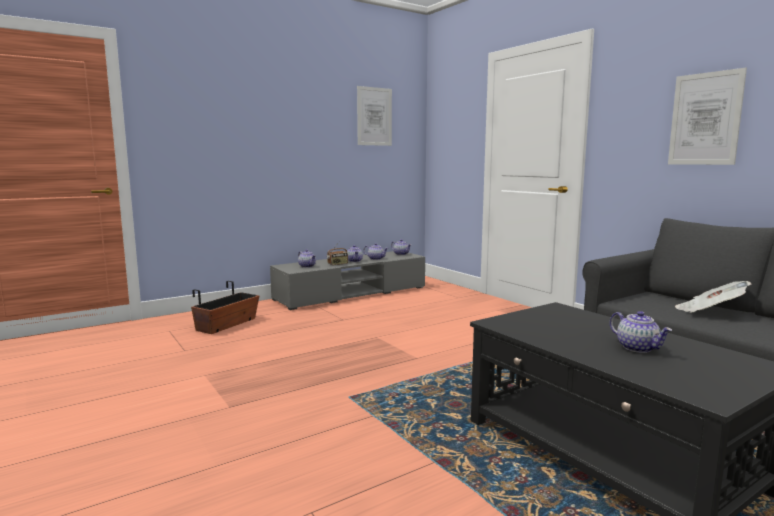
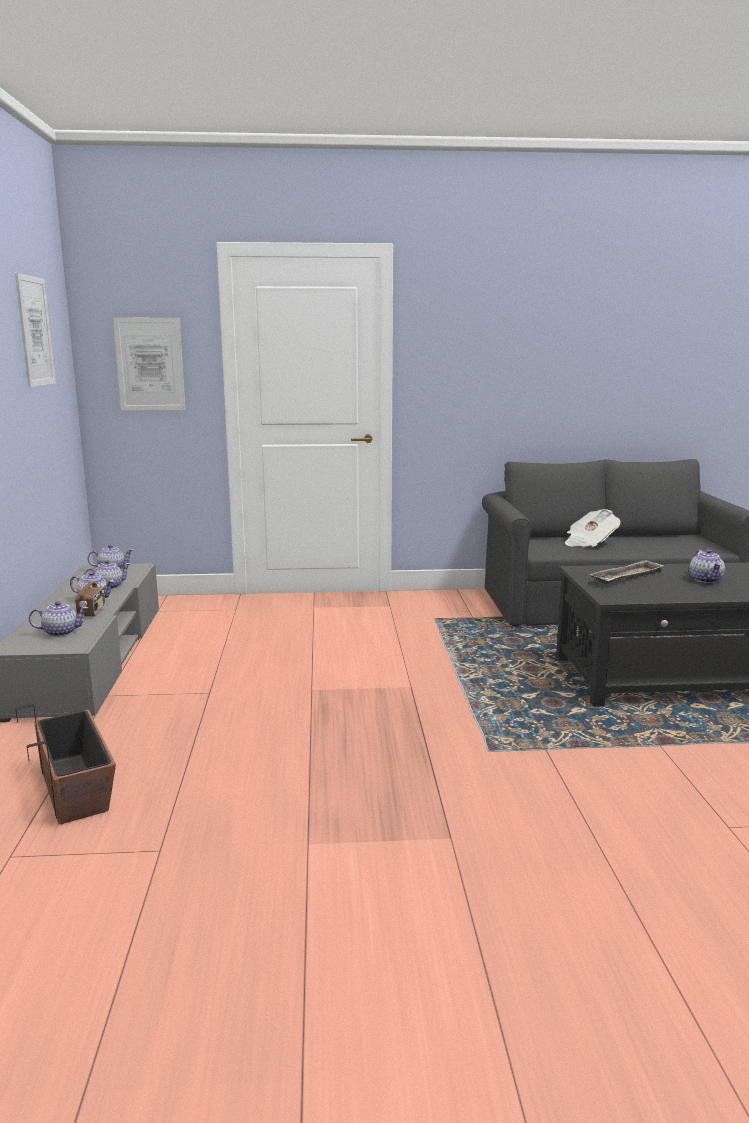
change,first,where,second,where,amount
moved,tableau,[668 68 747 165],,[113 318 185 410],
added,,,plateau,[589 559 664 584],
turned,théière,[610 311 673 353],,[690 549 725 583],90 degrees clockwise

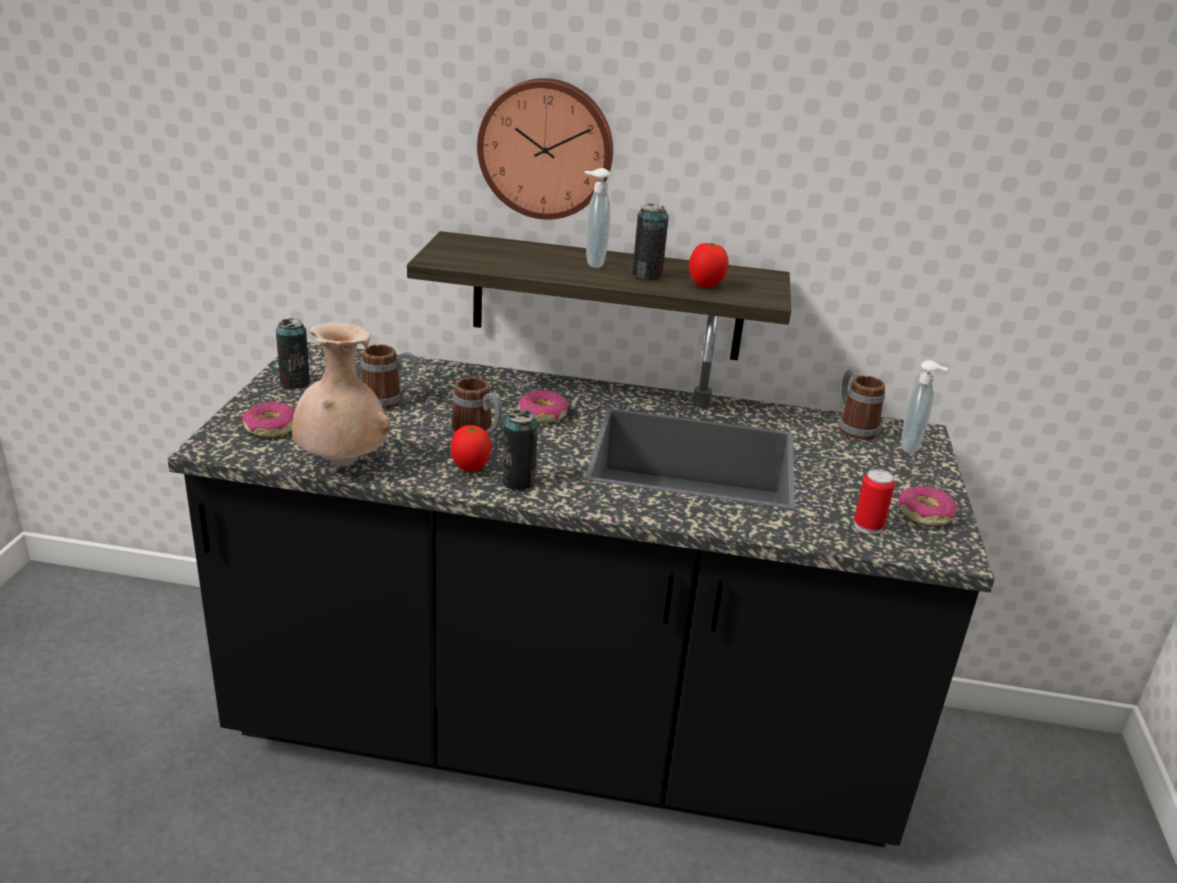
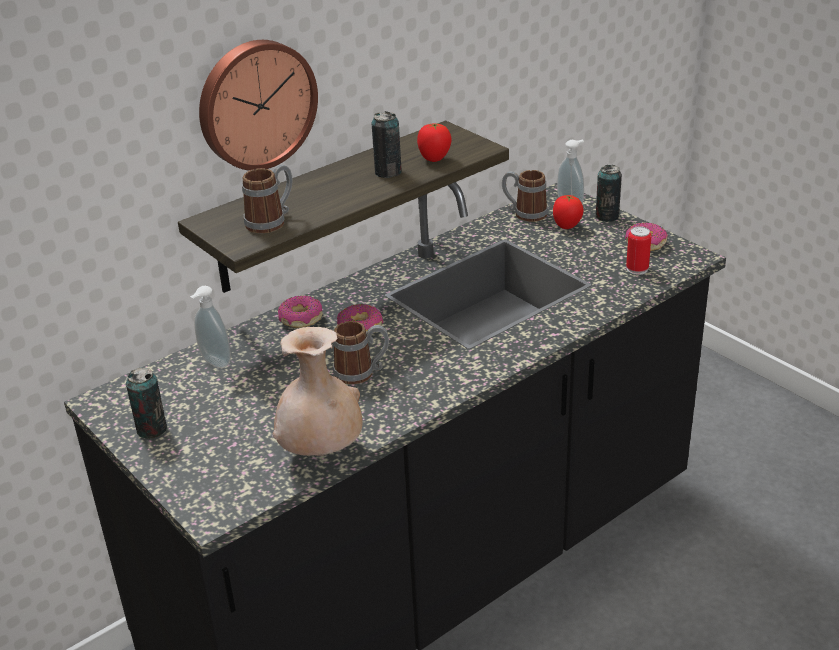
change,first,where,second,where,amount
moved,distributeur de savon,[585 168 611 268],,[190 286 231 368],
moved,mug,[361 344 419 410],,[242 164 293 233],
moved,beignet,[242 402 295 437],,[278 296 323 328],
moved,tomate,[451 425 491 472],,[553 195 584 229],
moved,boîte métallique,[503 410 538 491],,[596 165 622 222],

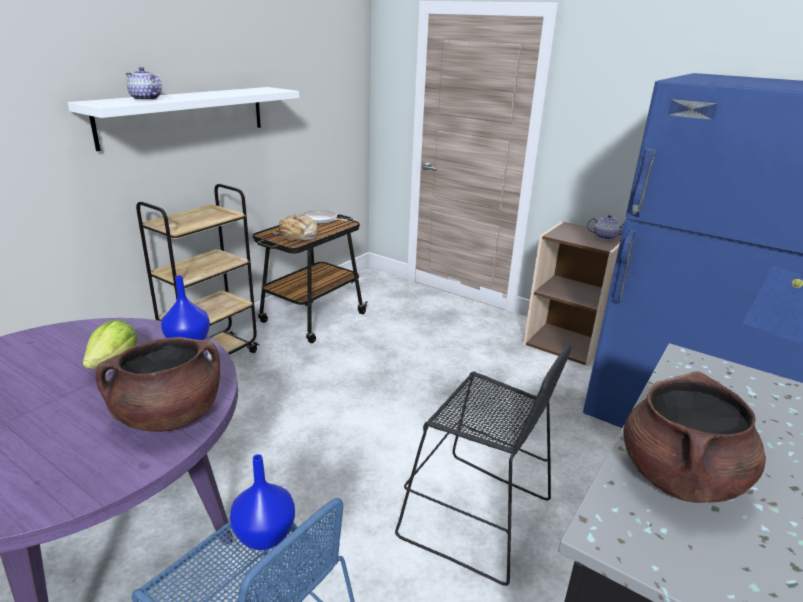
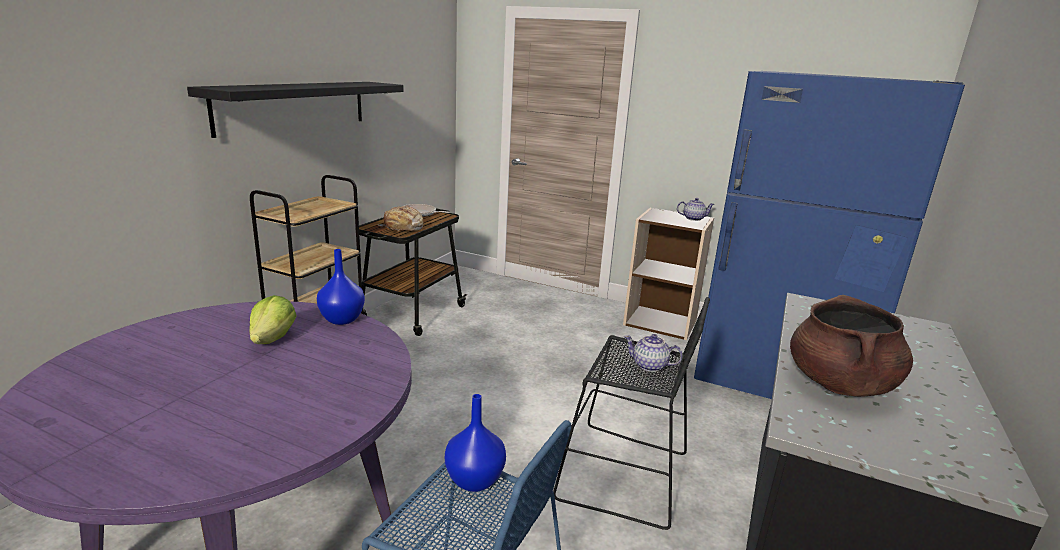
change,first,where,second,where,amount
recoloured,étagère [blanc],[68 87 299 151],étagère [noir],[187 82 404 138],
moved,théière,[125 67 162 100],,[624 334 683 372],
removed,marmite [marron],[95 337 220 432],,,

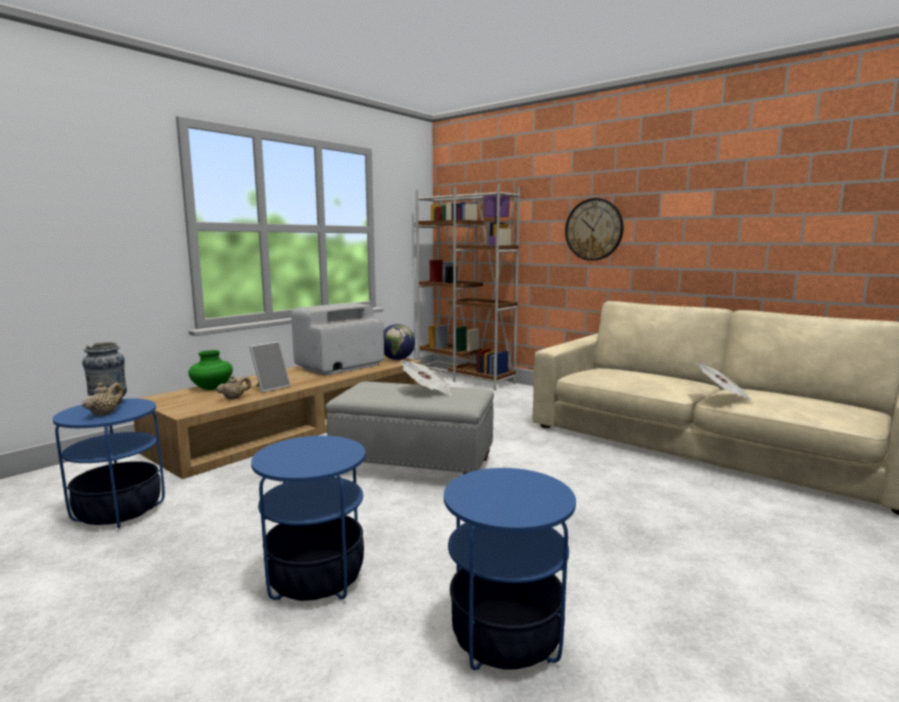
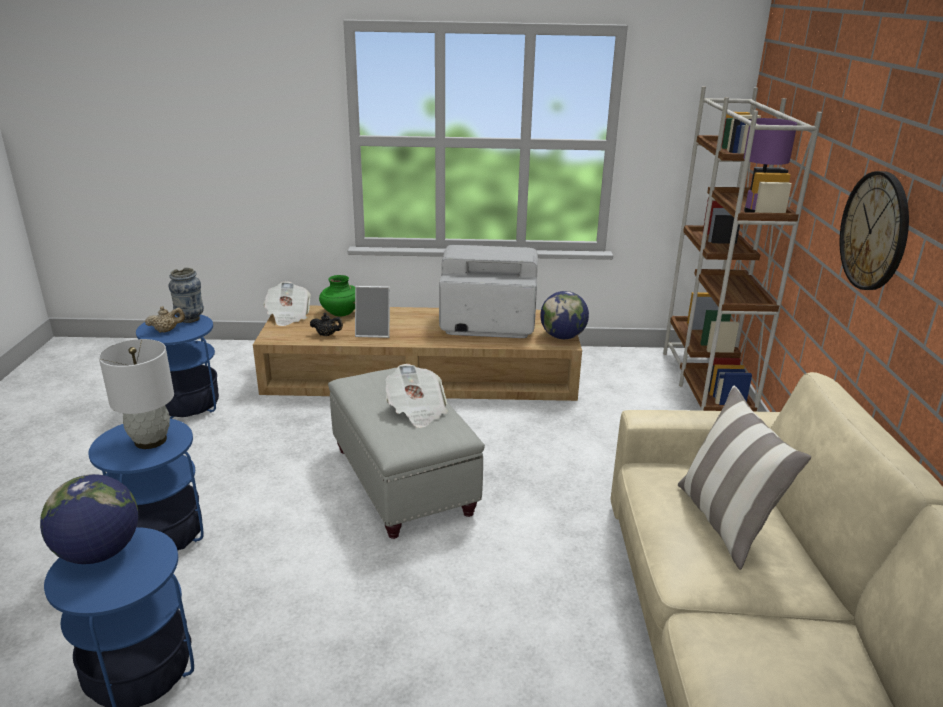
change,first,where,second,where,amount
added,,,globe,[40 474 138 564],
added,,,lampe de table [blanc],[99 339 174 449],
moved,journal,[695 362 753 401],,[263 282 311 326],
recoloured,théière [beige],[216 375 251 400],théière [noir],[310 313 343 336],
added,,,coussin,[678 386 811 570],

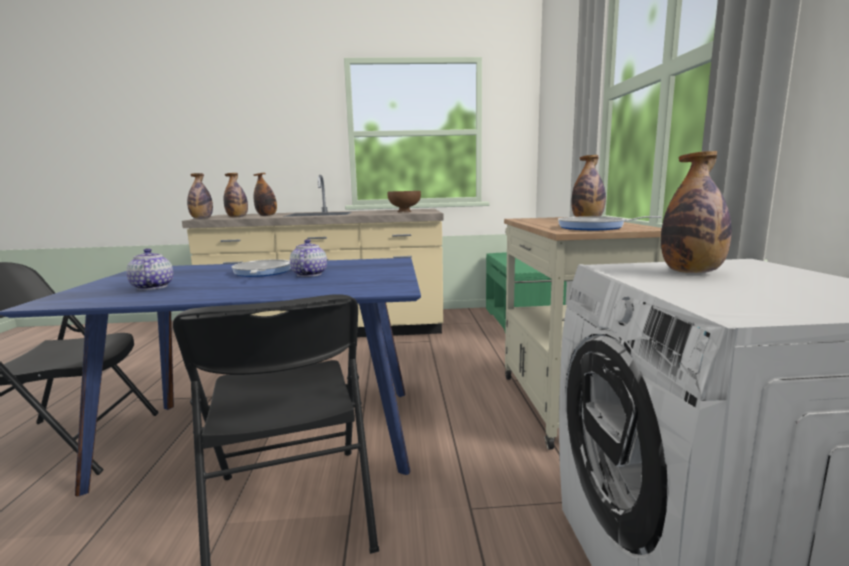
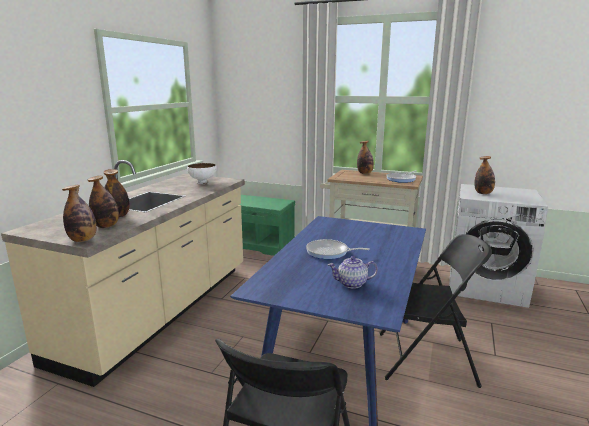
change,first,where,second,where,amount
recoloured,bol [marron],[387 191 421 212],bol [blanc],[187 163 217 184],
removed,théière,[290 239 327 277],,,

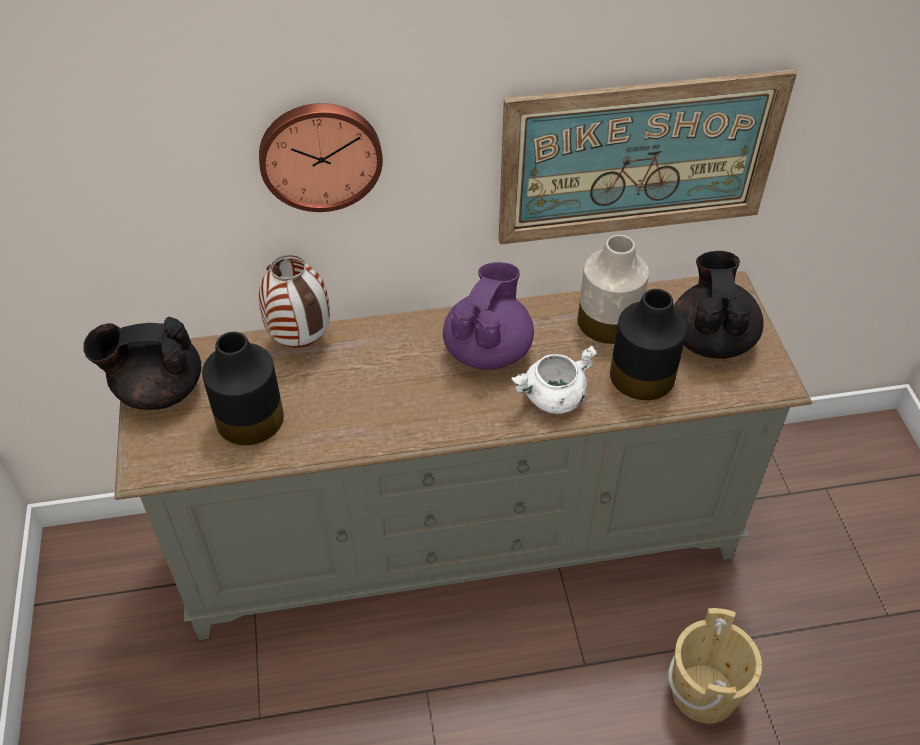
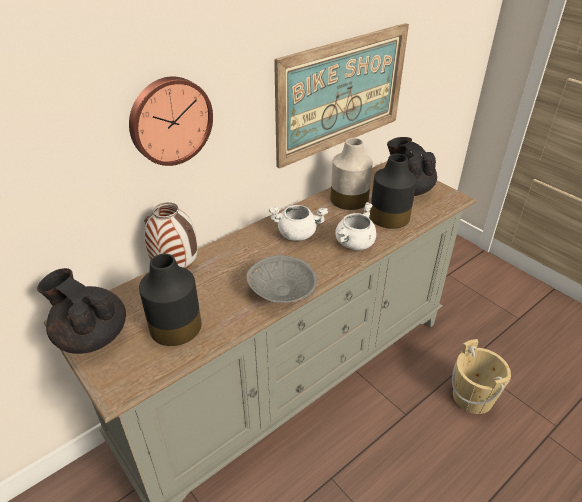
change,first,where,second,where,amount
turned,théière [noir],[83 317 201 410],,[37 268 126 354],75 degrees clockwise
added,,,bol [gris],[246 255 317 303],
replaced,théière [violet],[443 262 534 370],marmite [blanc],[269 205 328 241],

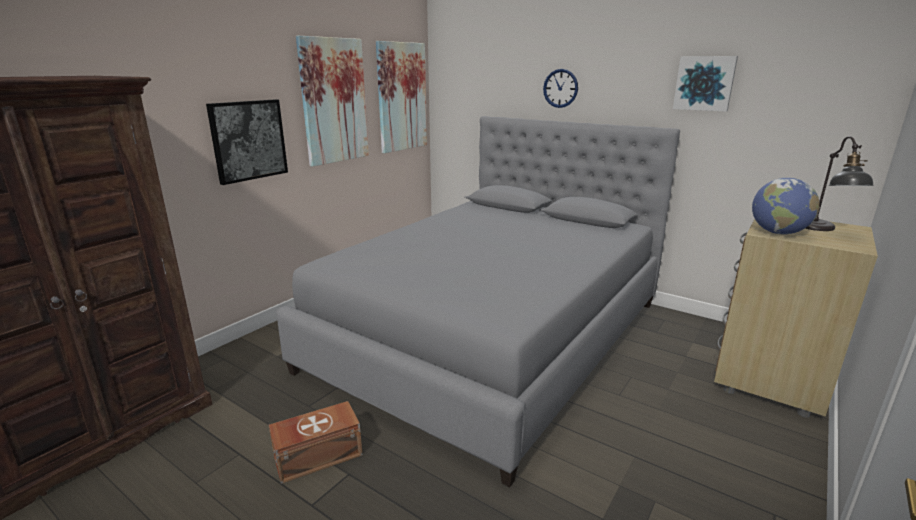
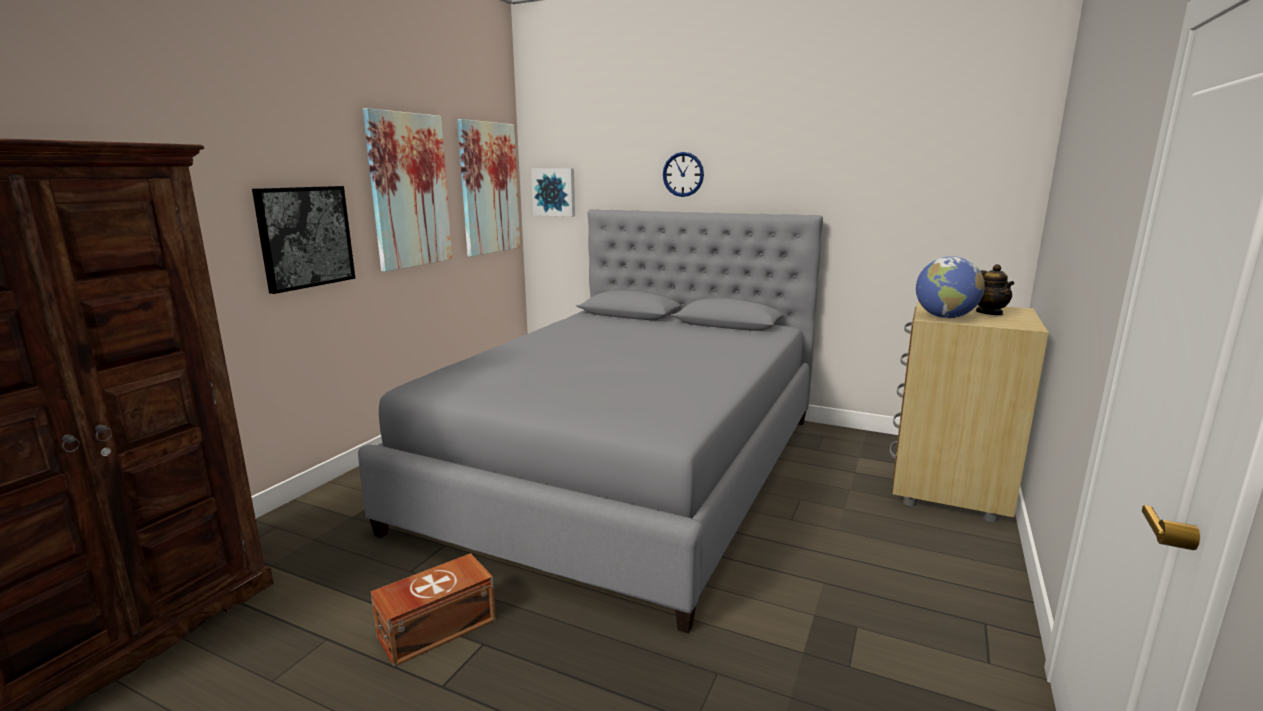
change,first,where,second,where,amount
moved,tableau,[673 56 738 112],,[531 168 575 217],
replaced,lampe de table [gris],[805 136 874 231],théière,[976 264 1014 316],

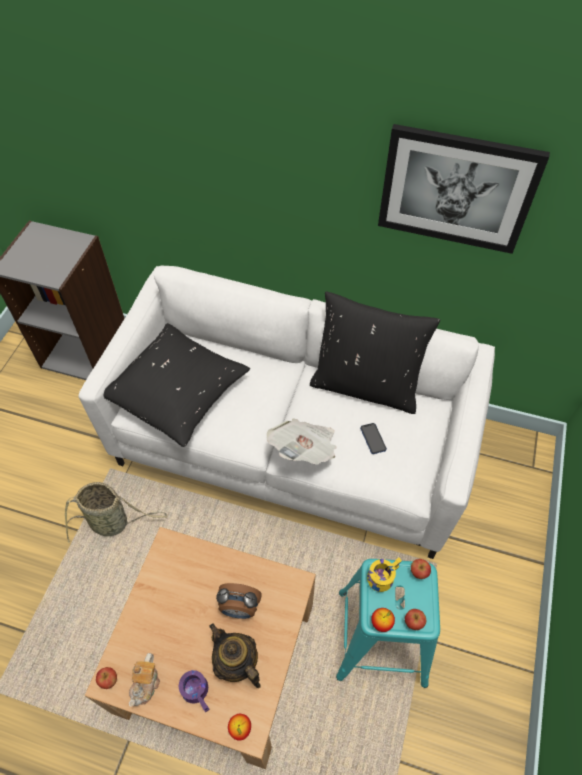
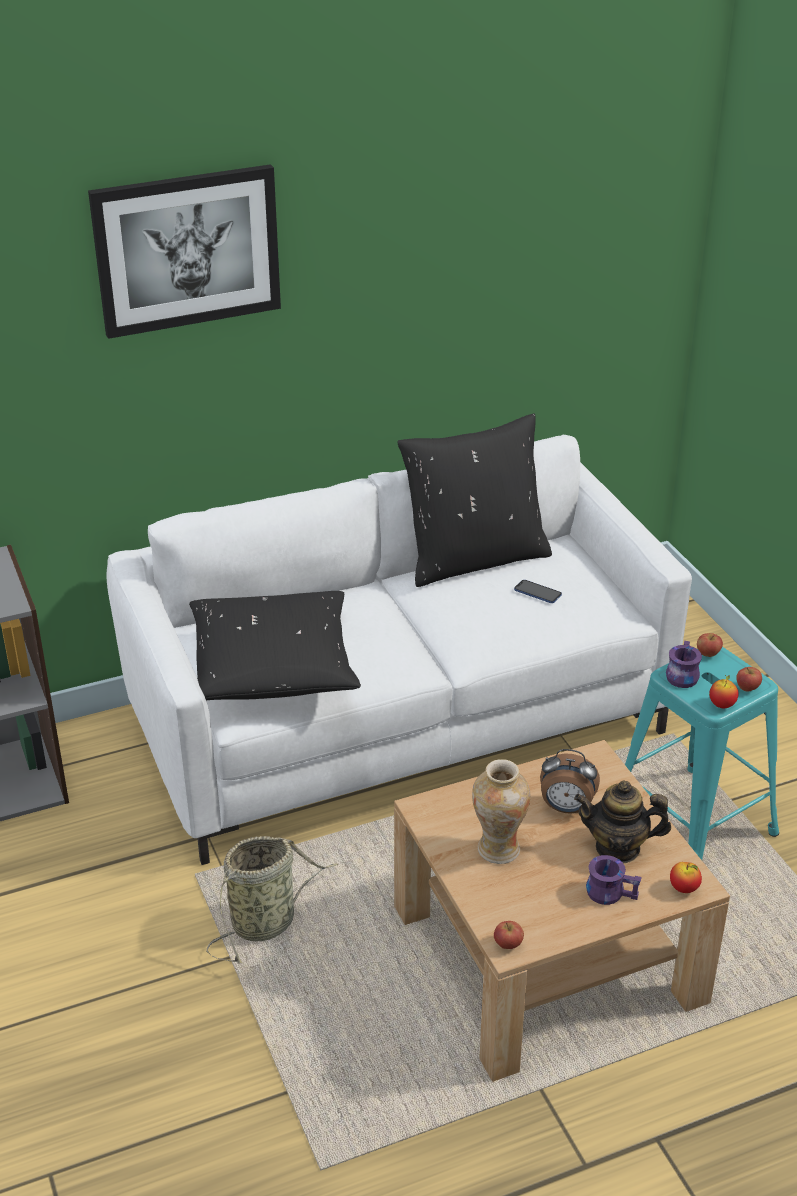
change,first,where,second,where,amount
moved,tableau,[378 124 550 254],,[88 164 281 339],
added,,,vase,[472 759 530 864],
turned,réveil,[216 583 262 619],,[540 749 600 814],45 degrees clockwise
recoloured,mug [jaune],[367 558 402 592],mug [violet],[666 641 702 688],
removed,théière,[129 653 160 707],,,
removed,journal,[267 418 337 464],,,

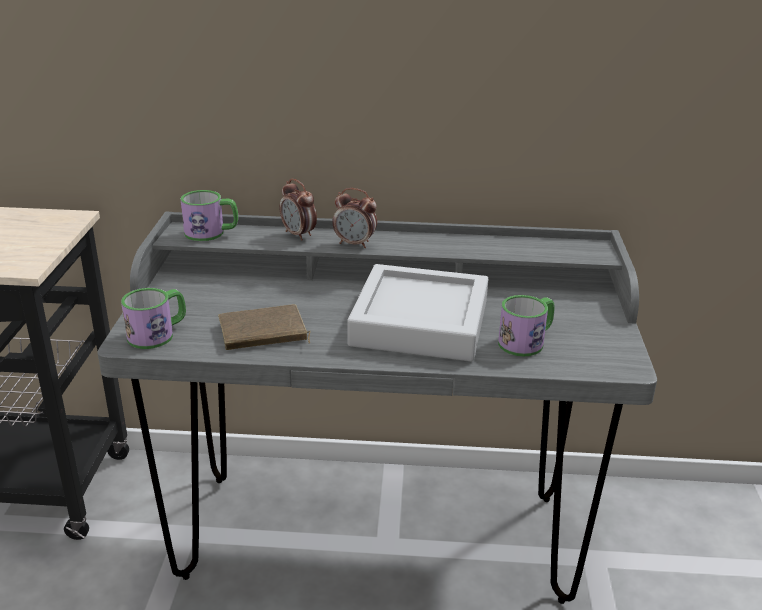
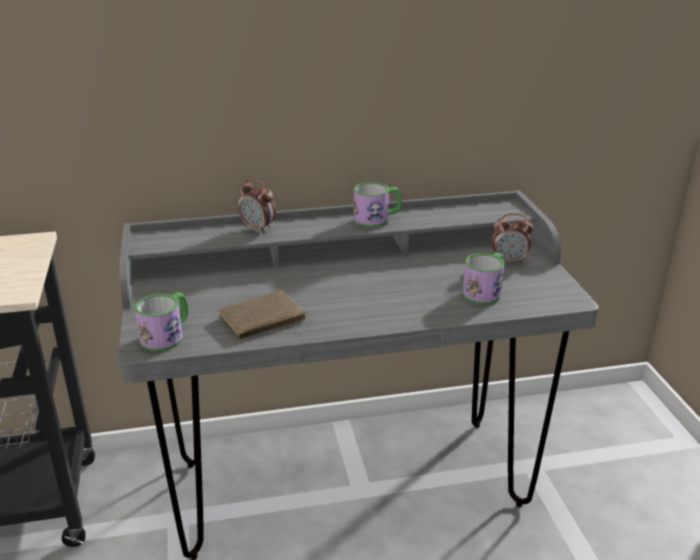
change,first,where,second,where,amount
moved,mug,[181 190 238 241],,[354 182 402 227],
moved,réveil,[332 188 377 248],,[491 213 533 264],
removed,plateau [gris],[347 264 488 361],,,

